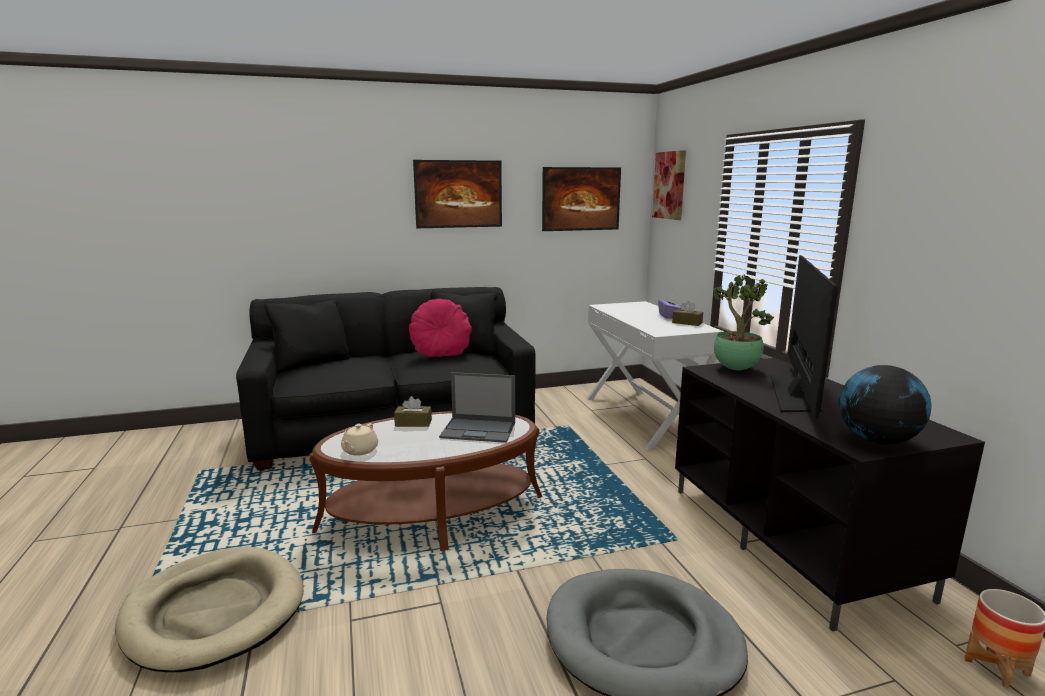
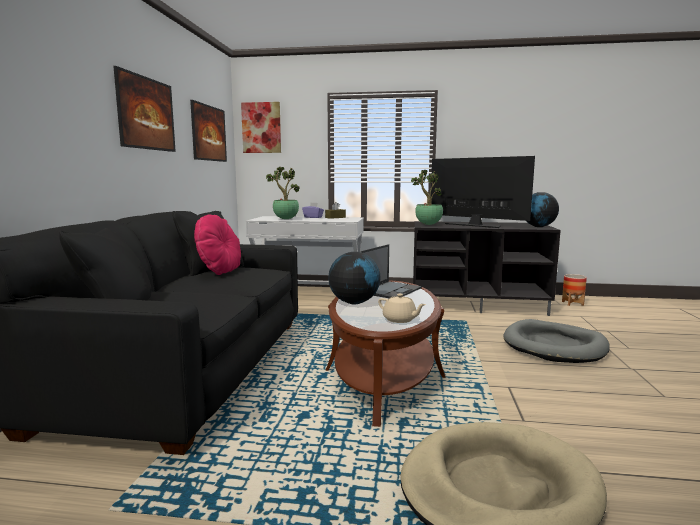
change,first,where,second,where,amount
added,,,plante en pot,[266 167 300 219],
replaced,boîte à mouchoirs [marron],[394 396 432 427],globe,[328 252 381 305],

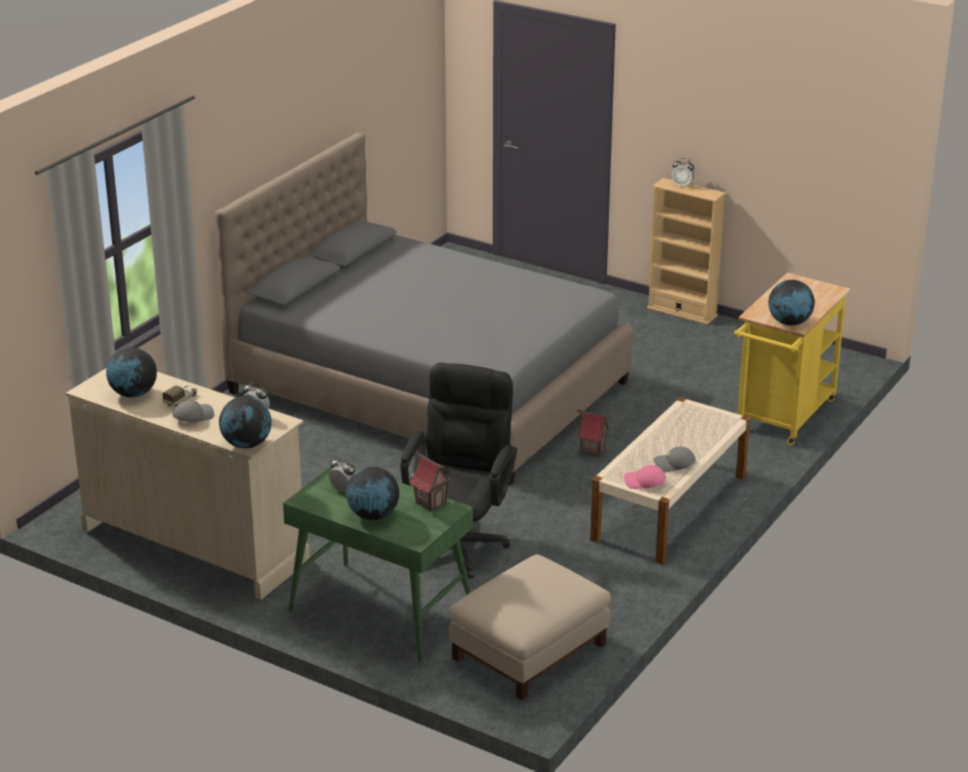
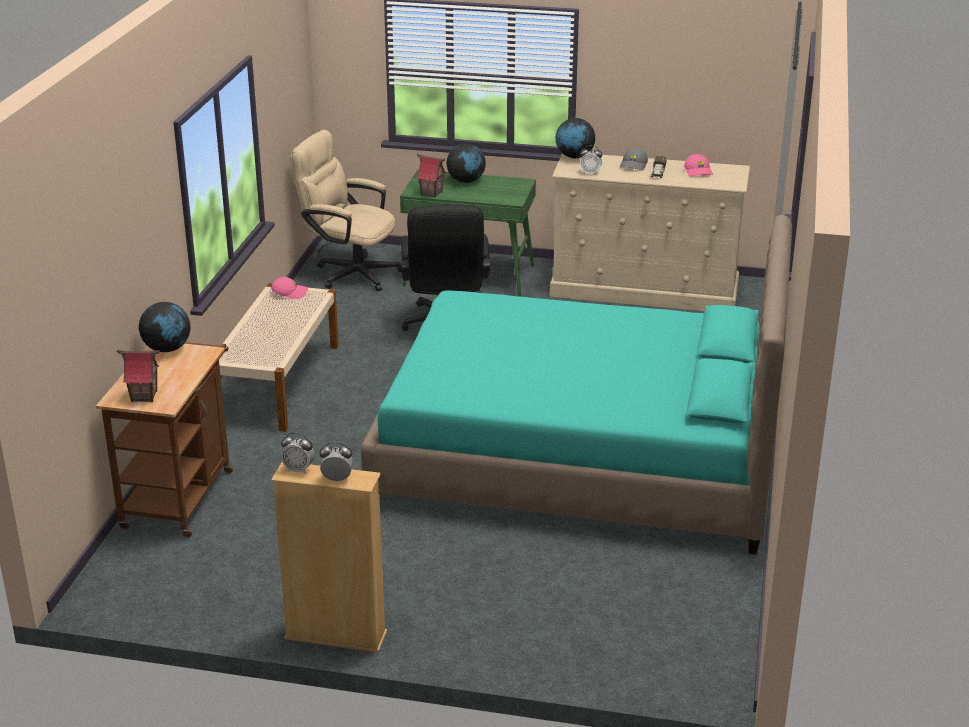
change,first,where,second,where,amount
recoloured,chariot [jaune],[734 273 850 445],chariot [marron],[96 342 233 538],
moved,maison miniature,[577 409 612 457],,[117 350 160 402],
moved,réveil,[329 457 355 492],,[281 432 315 474],
replaced,pouf [beige],[448 554 611 700],chaise de bureau [beige],[291 130 402 291],
recoloured,lit [gris],[215 132 633 485],lit [turquoise],[361 215 792 555],
replaced,globe,[106 347 157 397],casquette [rose],[684 154 713 176],
removed,casquette [gris],[654 447 696 473],,,

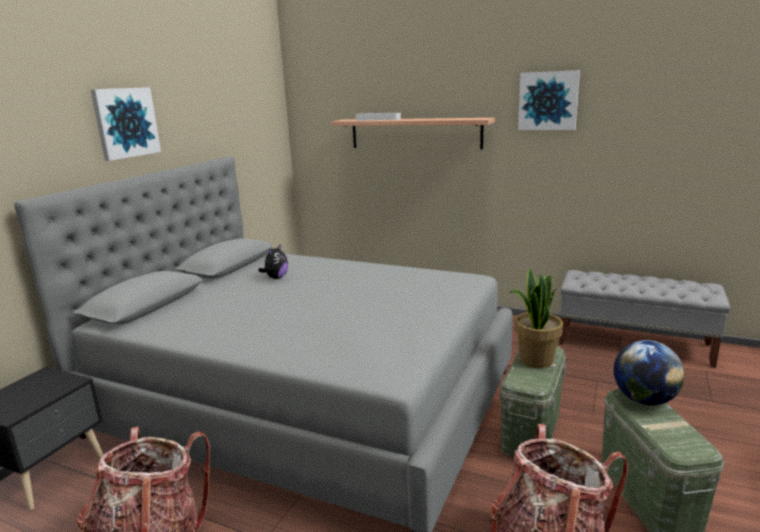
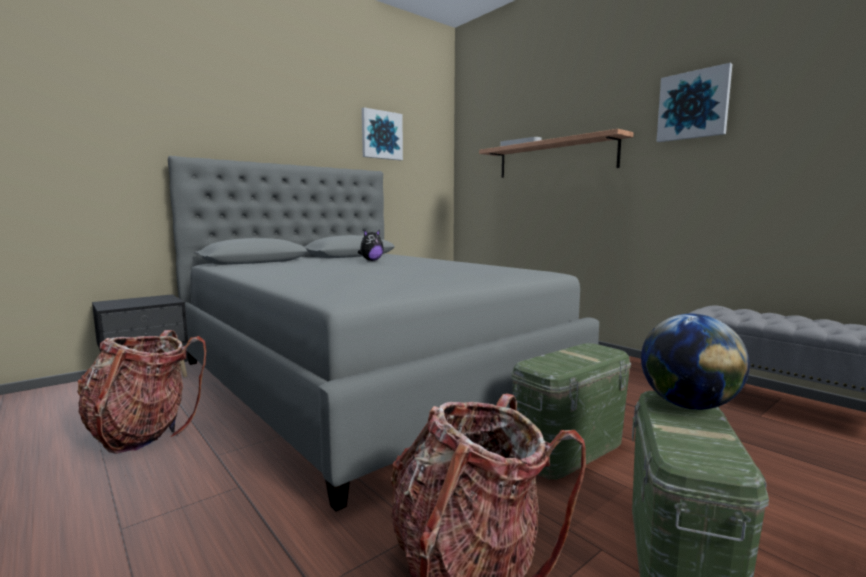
change,first,where,second,where,amount
moved,tableau,[91 87 161 161],,[362 108 403 160],
removed,plante en pot,[509 268 563 368],,,

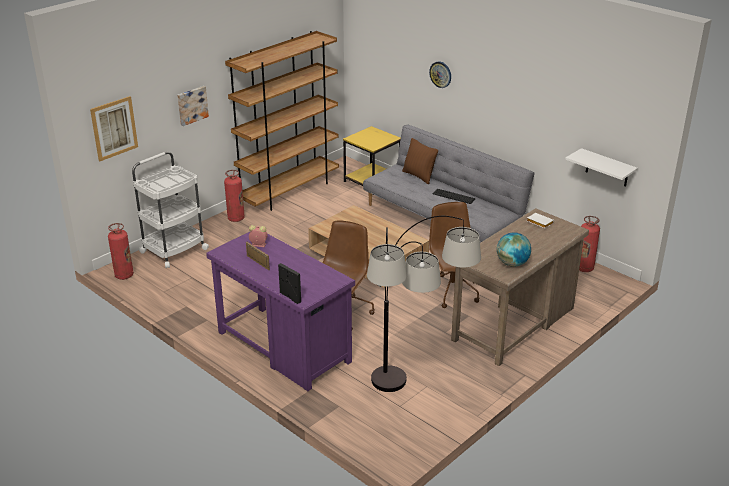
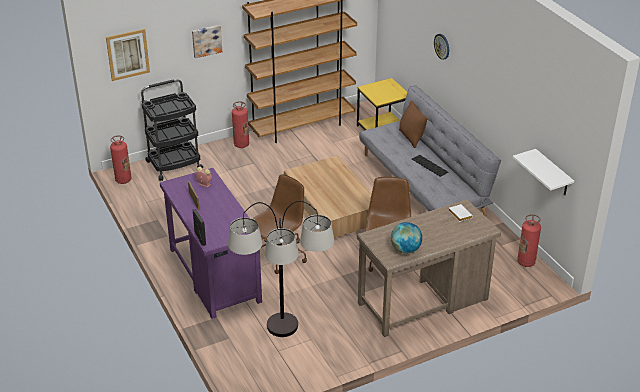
change,first,where,second,where,amount
recoloured,chariot [blanc],[132 152 209 268],chariot [noir],[141 79 203 181],

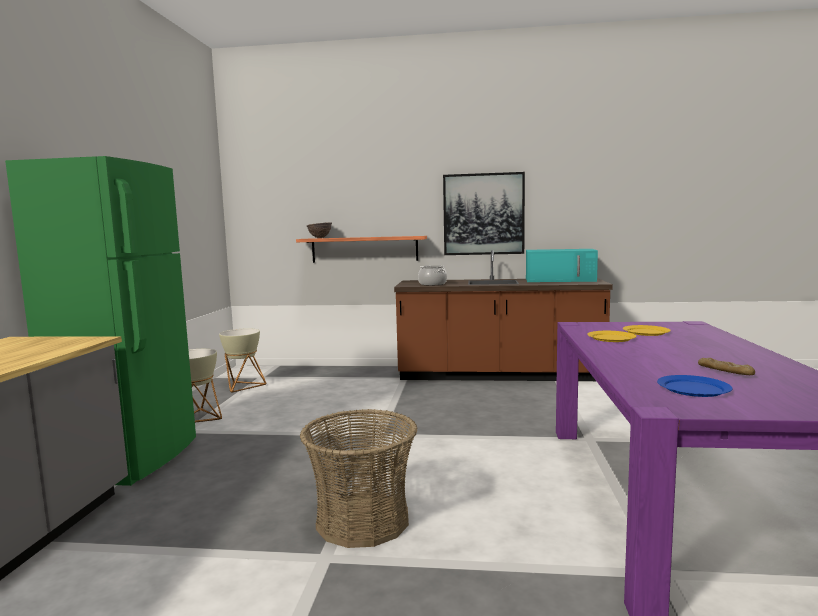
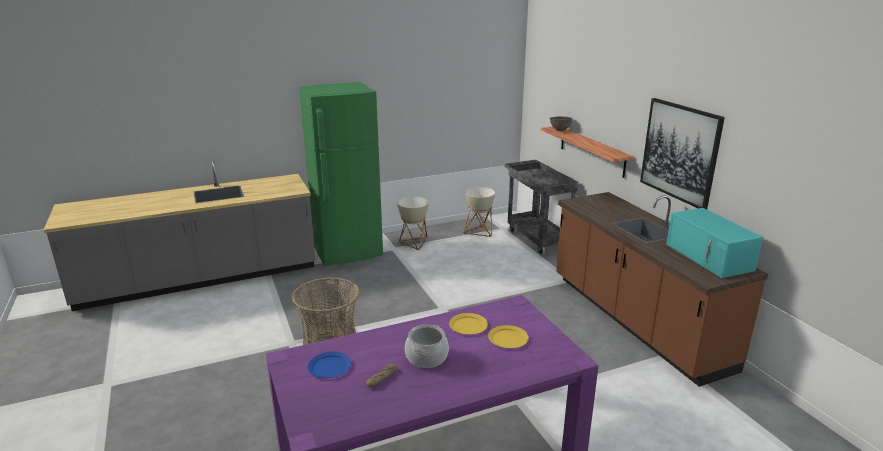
change,first,where,second,where,amount
moved,marmite,[418 265 447 285],,[405 325 449 368],
added,,,chariot [gris],[505 160 578 255],

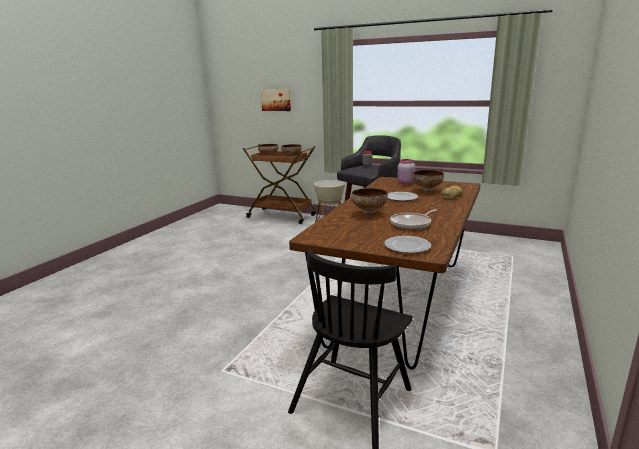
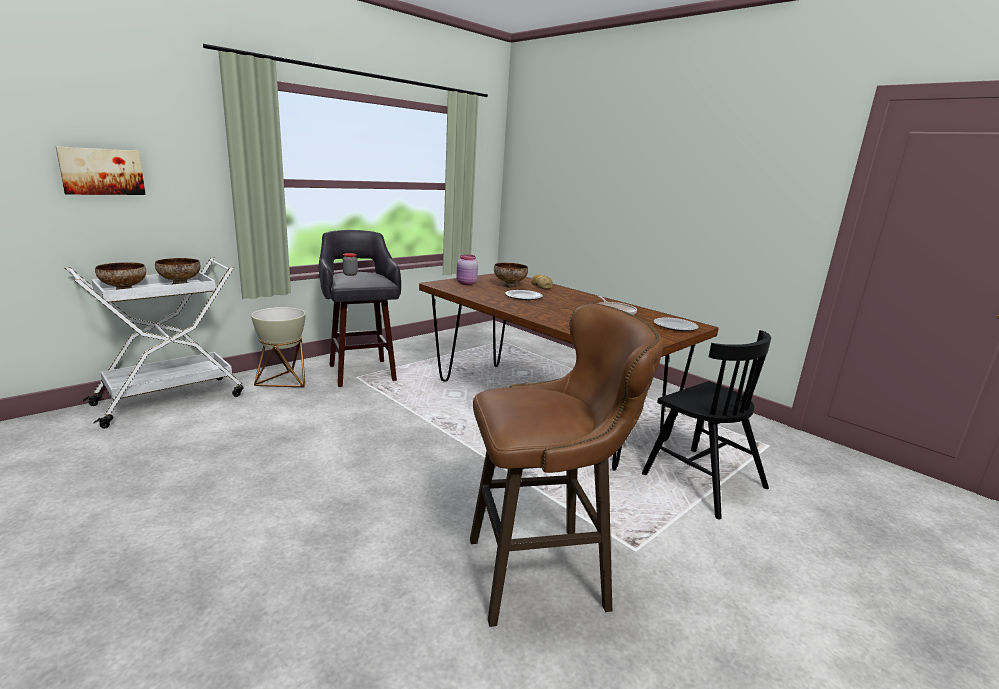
change,first,where,second,where,amount
recoloured,chariot [marron],[242 144 316 224],chariot [blanc],[65 257 243 429],
added,,,tabouret [marron],[470 303 663 627],
removed,bol,[351 188 388 216],,,

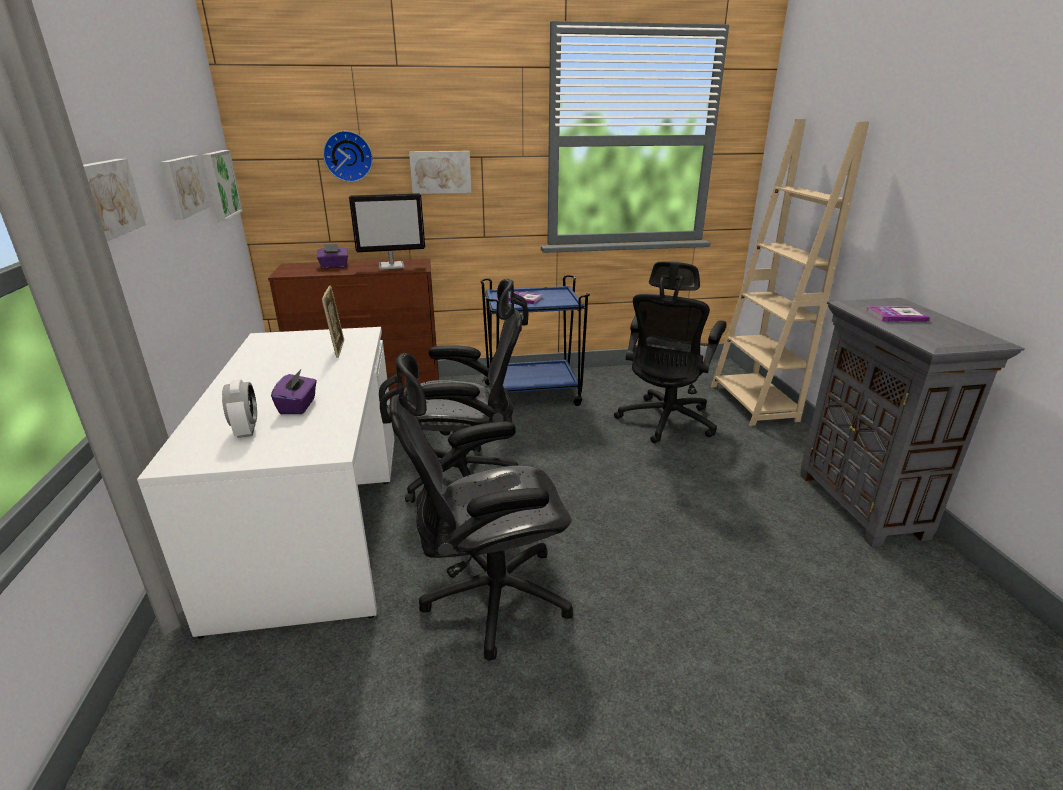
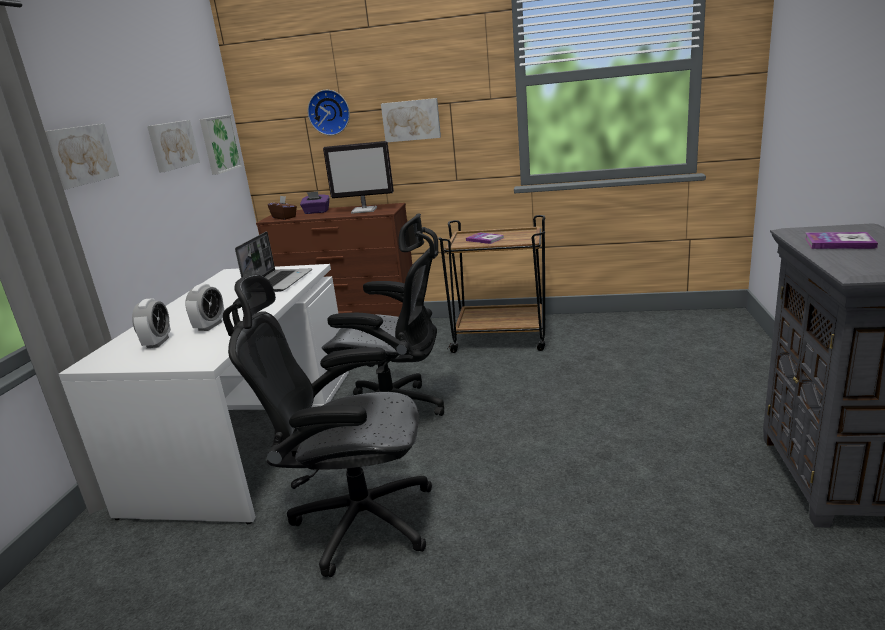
change,first,where,second,where,amount
replaced,boîte à mouchoirs [violet],[271 370 317 414],réveil,[185 284 224 331],
replaced,cadre photo,[322 285 344 358],ordinateur portable,[235 232 312 292],
added,,,boîte à mouchoirs [marron],[268 196 297 220],
recoloured,chariot [bleu],[481 275 590 406],chariot [marron],[438 215 545 353],
removed,chaise de bureau,[614 261 727 443],,,
removed,bibliothèque [beige],[711 119 869 426],,,

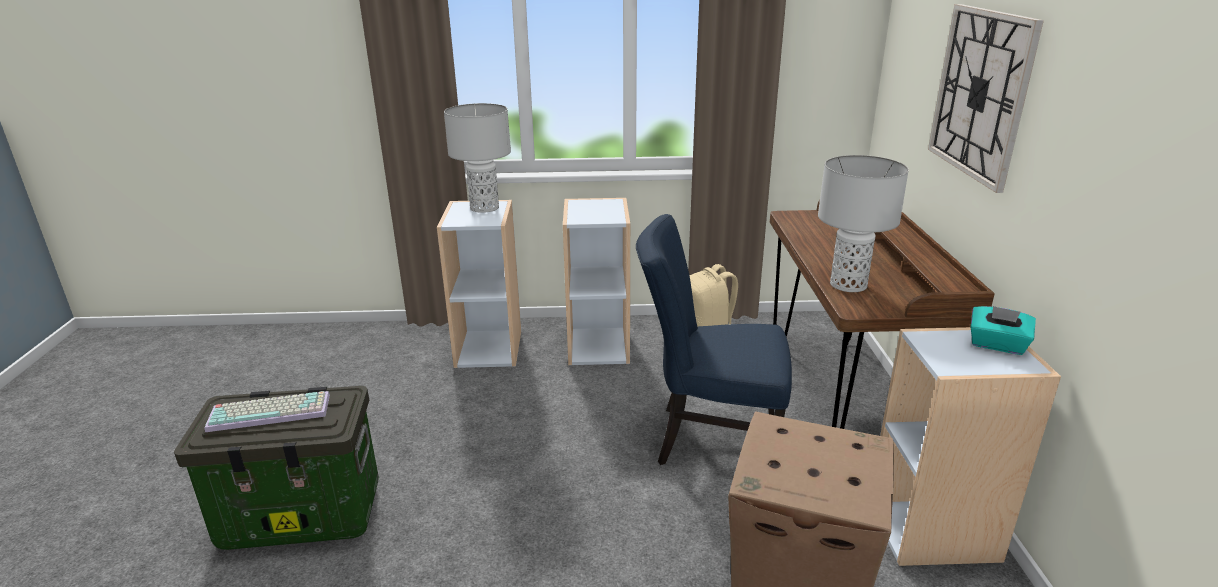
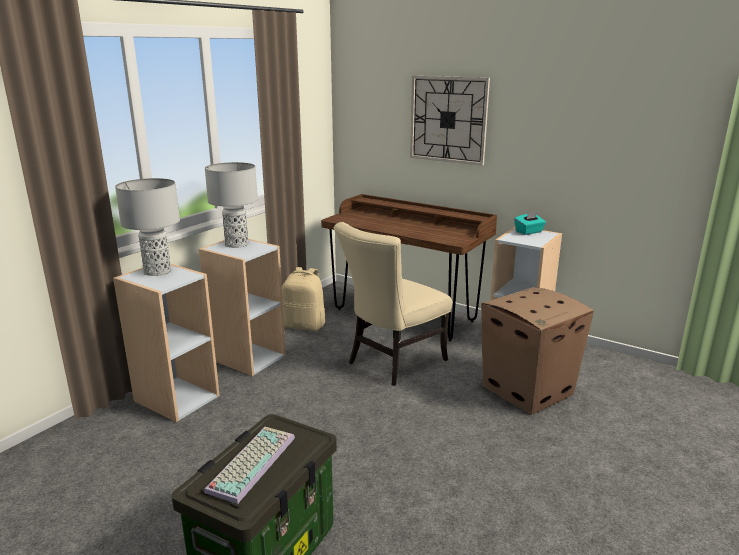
change,first,where,second,where,amount
moved,lampe de table [blanc],[818 155 909 292],,[205 162 258 248],
recoloured,chaise [bleu],[636 214 792 465],chaise [beige],[334 222 452 386],

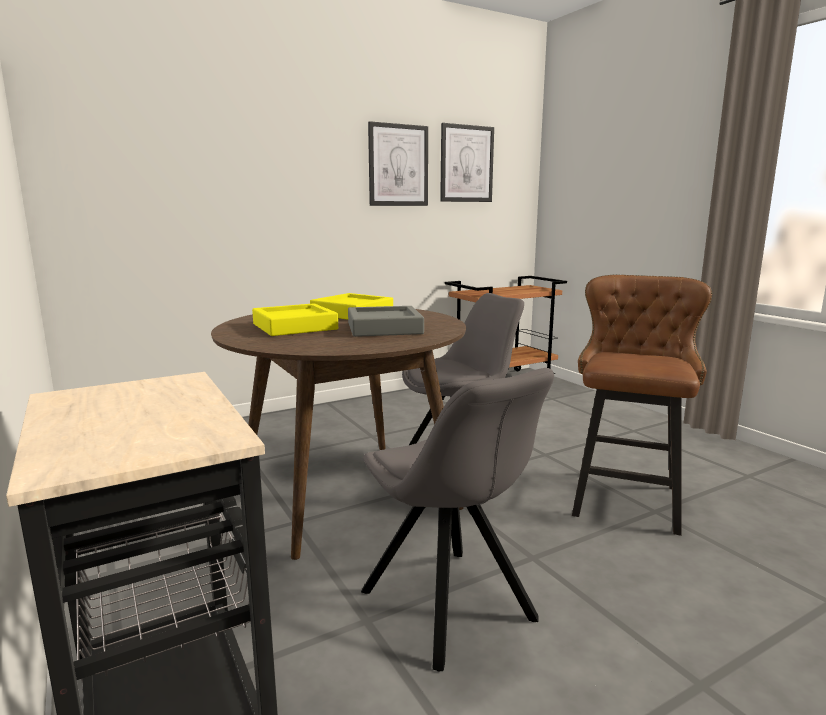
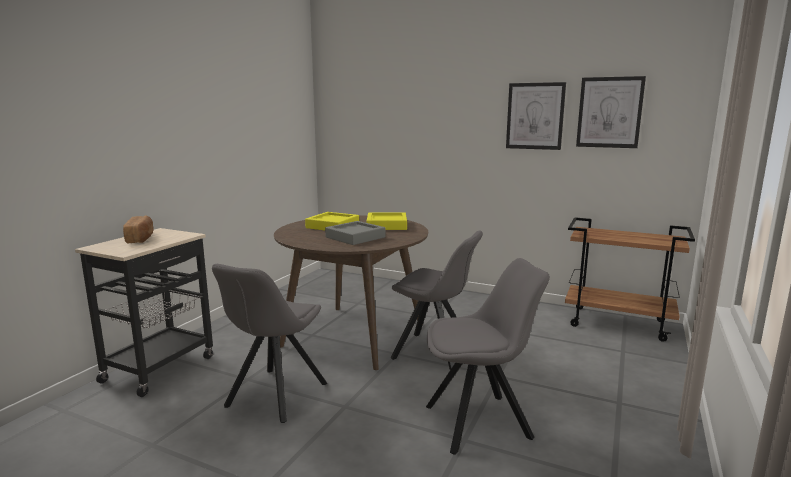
change,first,where,second,where,amount
added,,,pain,[123 216 153 243],
replaced,tabouret [marron],[572 274 712 536],chaise [gris],[426 258 550 455],

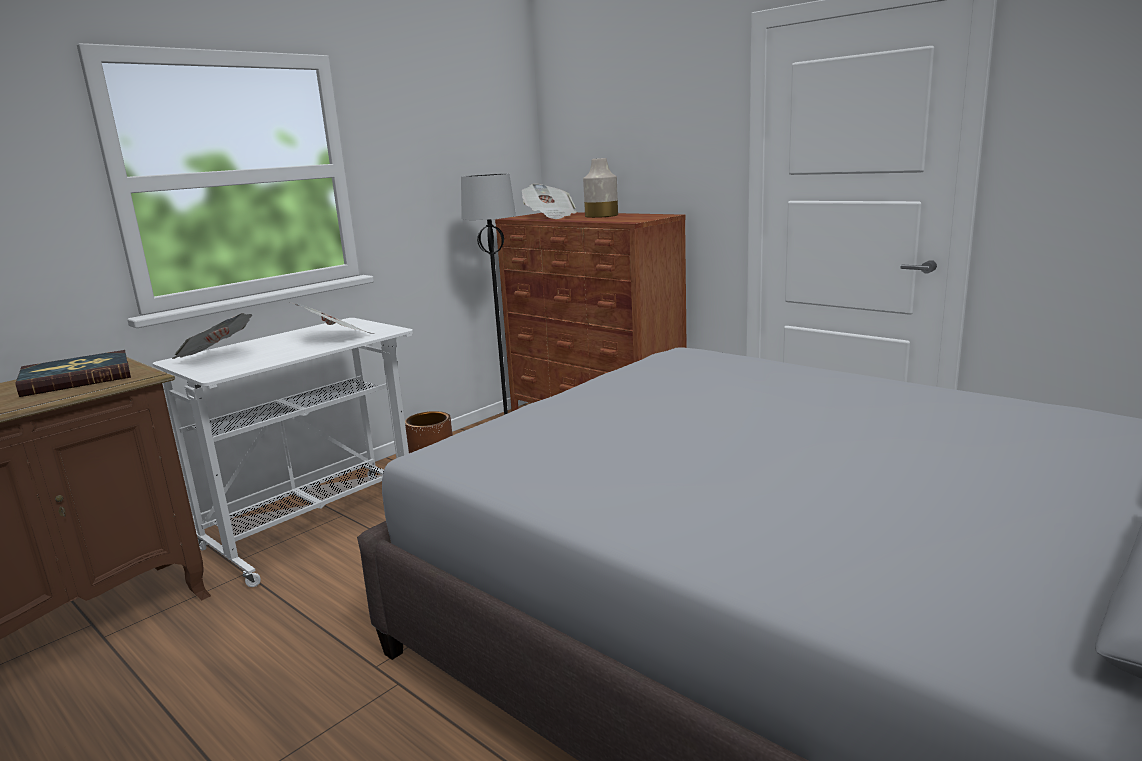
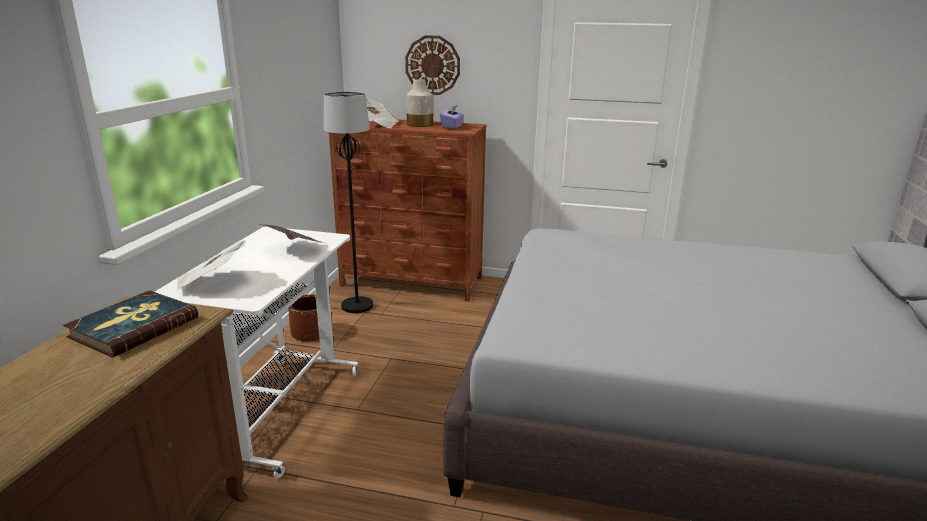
change,first,where,second,where,amount
added,,,horloge murale,[405 35 460 95],
added,,,boîte à mouchoirs [violet],[440 105 464 129],

